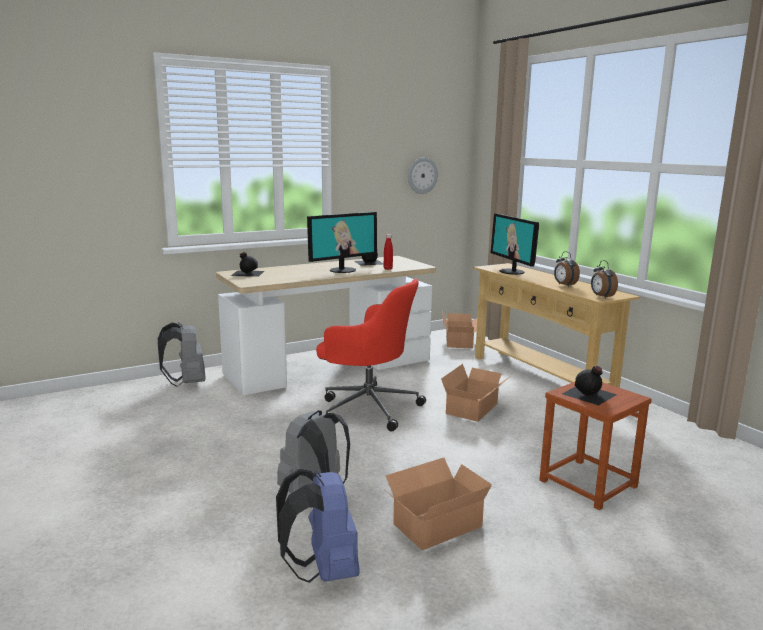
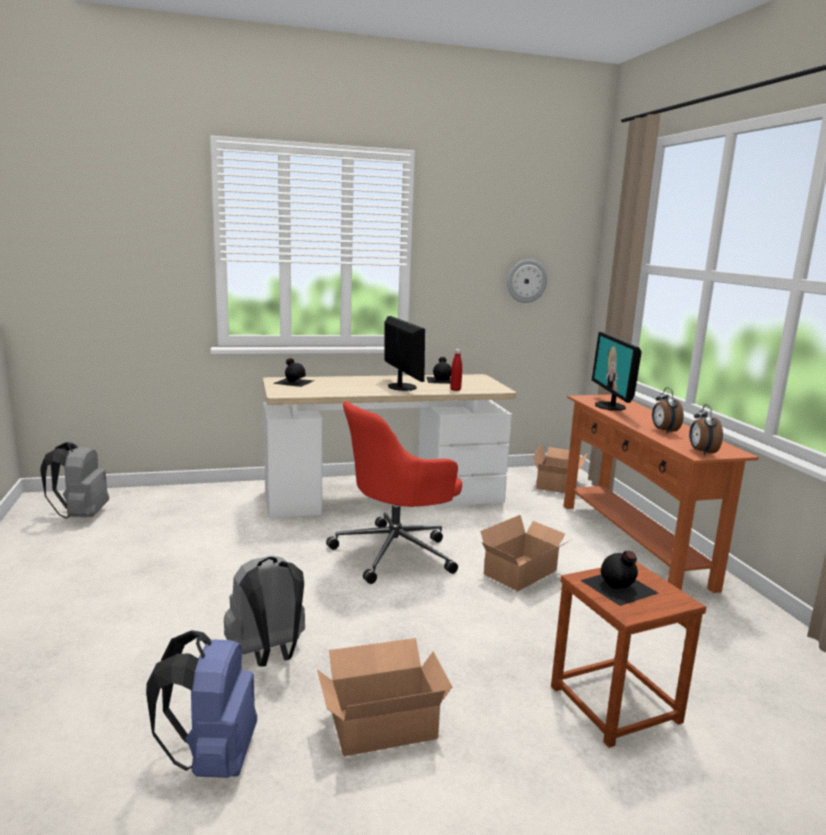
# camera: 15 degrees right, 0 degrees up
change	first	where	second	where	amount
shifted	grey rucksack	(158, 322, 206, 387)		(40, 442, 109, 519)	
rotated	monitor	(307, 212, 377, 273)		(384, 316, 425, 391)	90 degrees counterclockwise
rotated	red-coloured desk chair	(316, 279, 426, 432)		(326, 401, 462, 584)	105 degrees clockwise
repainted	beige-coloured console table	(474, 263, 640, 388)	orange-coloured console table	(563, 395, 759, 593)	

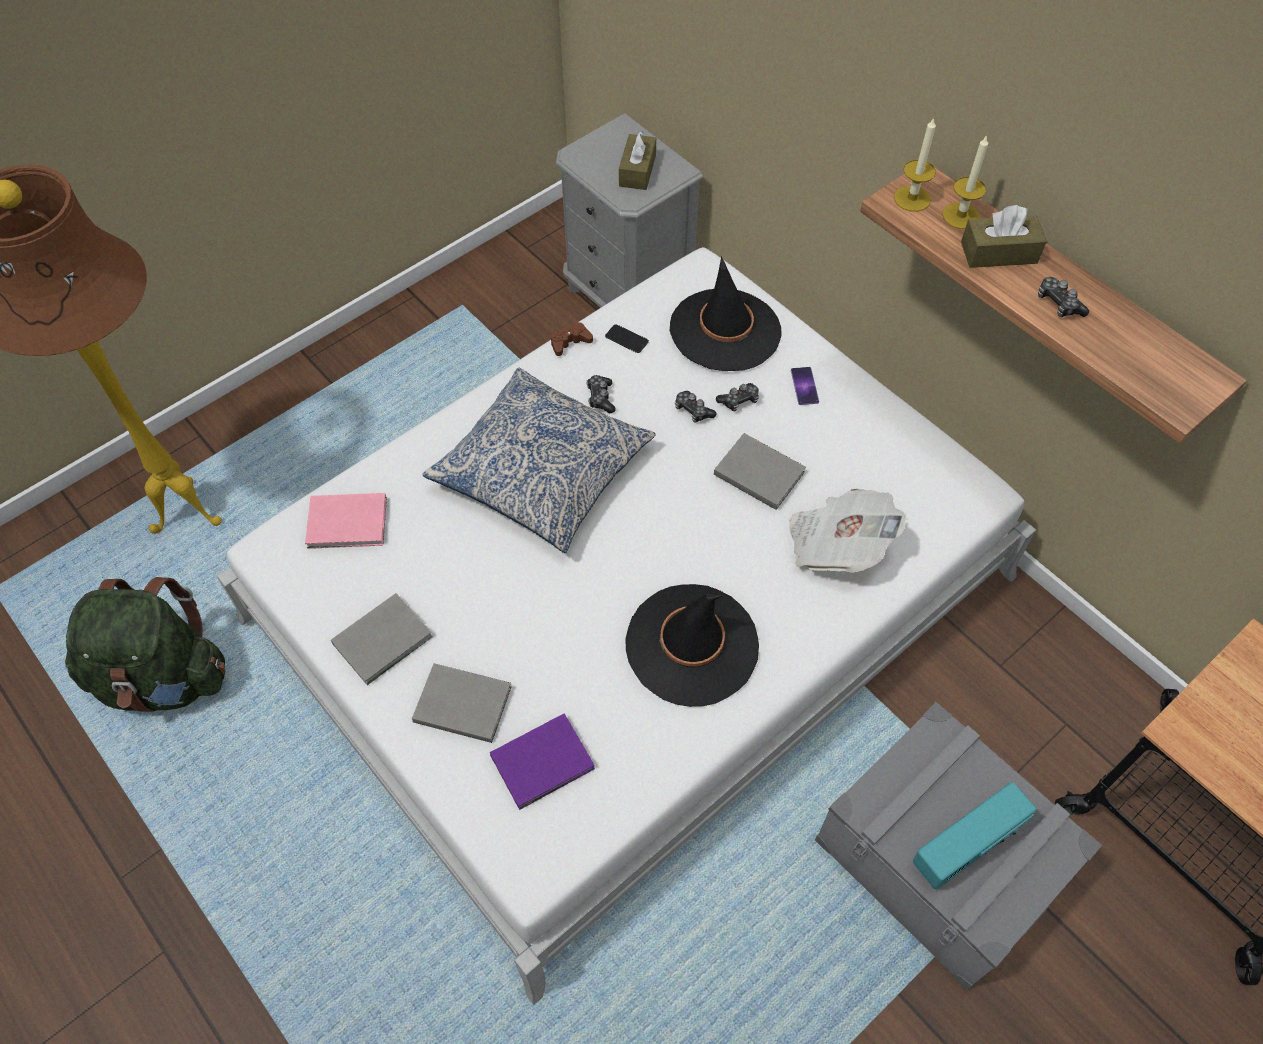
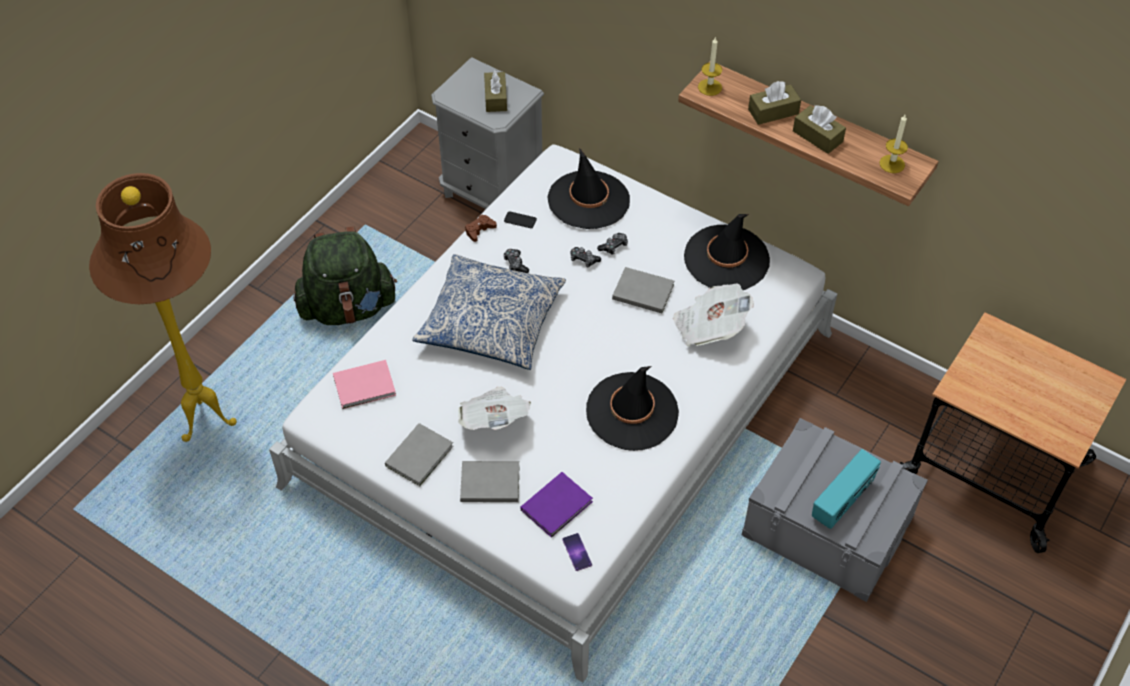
# camera: 15 degrees left, 5 degrees down
change	first	where	second	where	amount
shifted	green-coloured rucksack	(65, 577, 225, 712)		(293, 226, 397, 325)	
shifted	handset	(791, 367, 819, 405)		(562, 533, 592, 571)	
shifted	wax light	(942, 135, 988, 229)		(880, 115, 908, 173)	
swapped	gamepad	(1038, 277, 1089, 317)	brown box of tissues	(793, 105, 846, 154)	
new			printed paper	(458, 387, 531, 430)	
new			blackish wearable hat	(684, 214, 770, 290)	

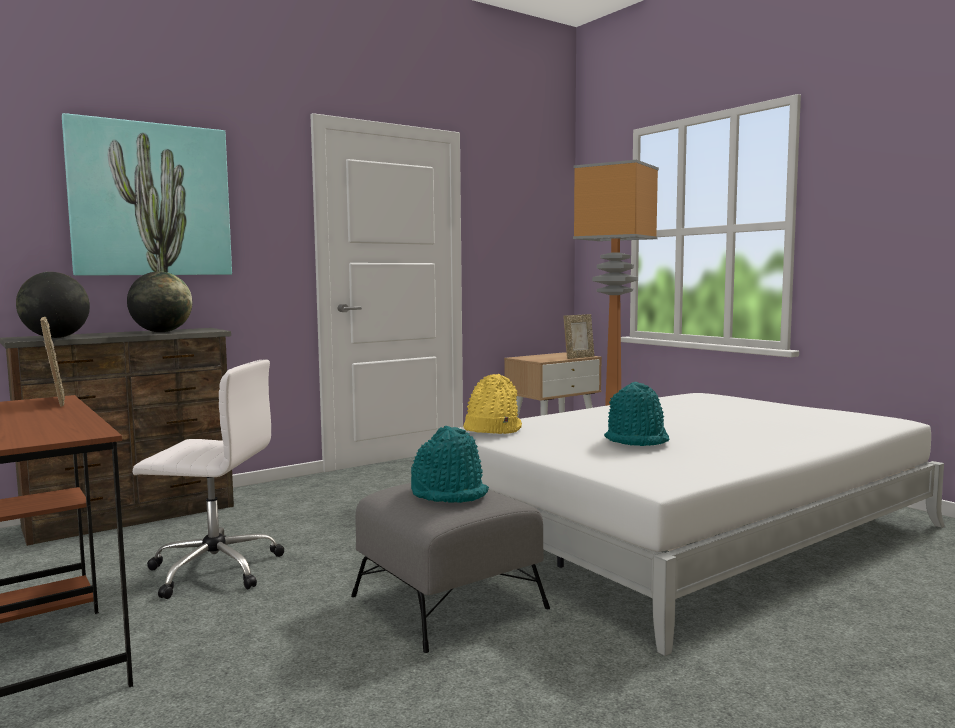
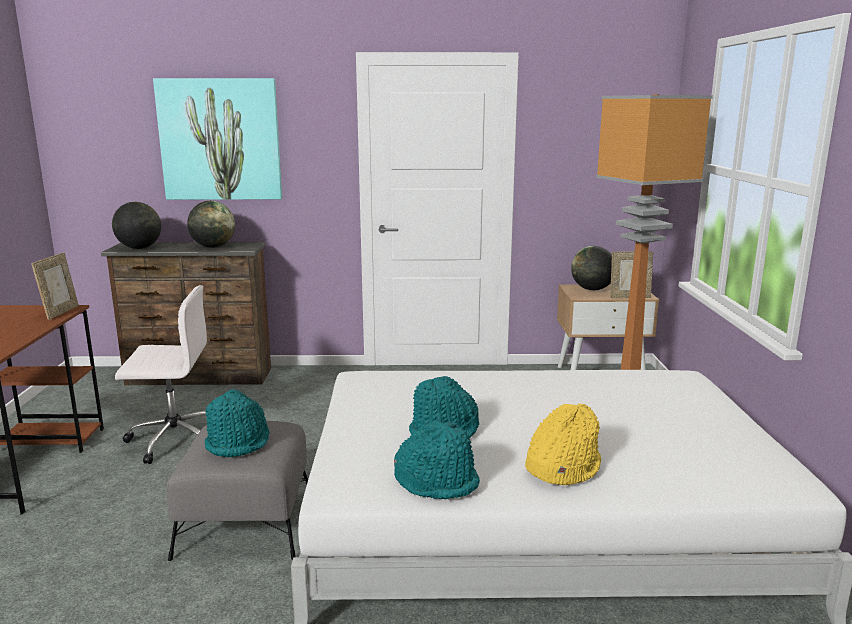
# camera: 35 degrees right, 10 degrees up
change	first	where	second	where	amount
rotated	whitish desk chair	(133, 359, 284, 599)		(115, 285, 207, 464)	45 degrees counterclockwise
shifted	yellowish wearable hat	(463, 374, 522, 434)		(525, 404, 601, 485)	
new			turquoise-coloured wearable hat	(394, 421, 480, 499)	
new			world globe	(571, 246, 612, 290)	

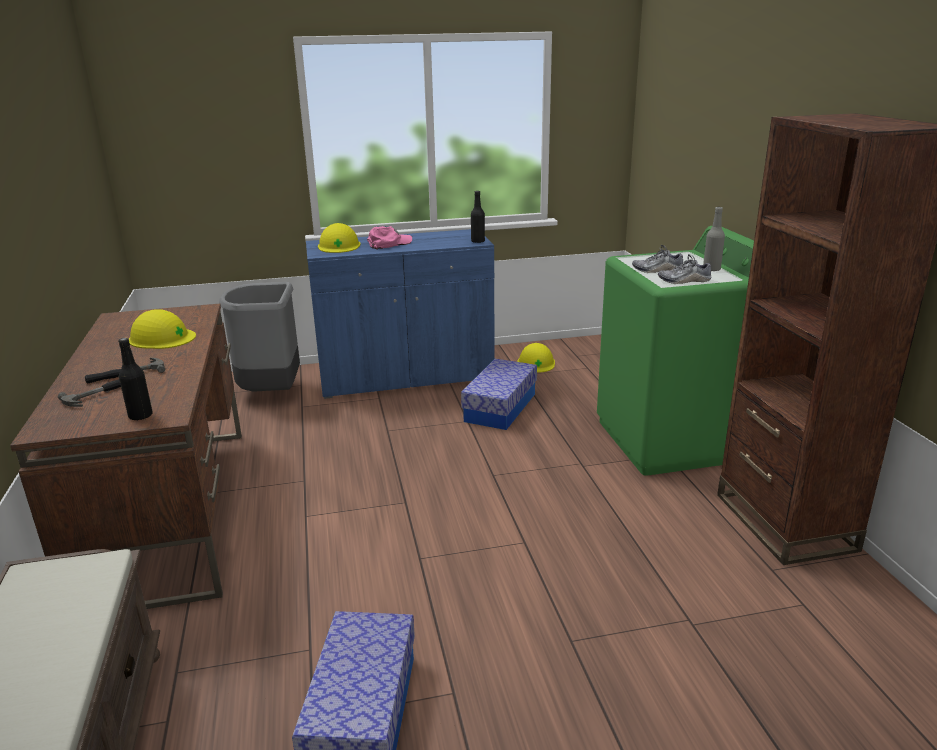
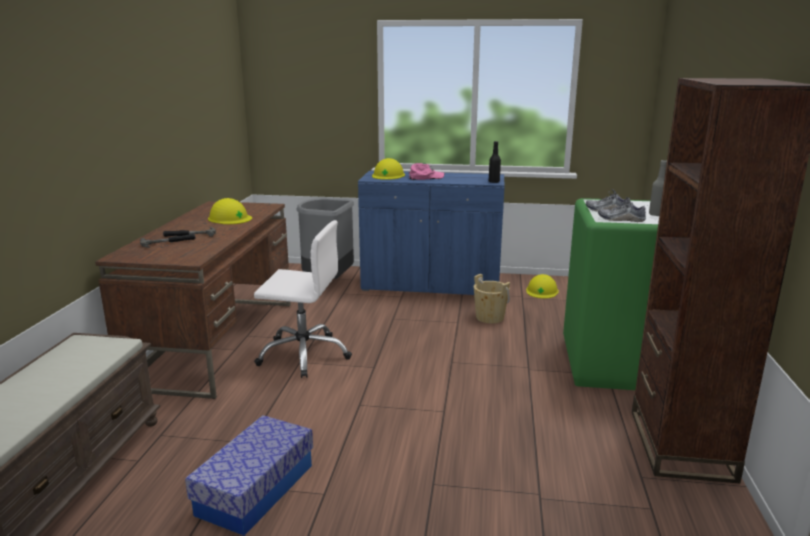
# camera: 20 degrees right, 5 degrees down
change	first	where	second	where	amount
gone	blackish beverage bottle	(118, 338, 153, 420)			
swapped	storage bin	(461, 359, 537, 430)	beige-coloured water bucket	(474, 274, 510, 323)	
new			whitish desk chair	(254, 220, 352, 378)	

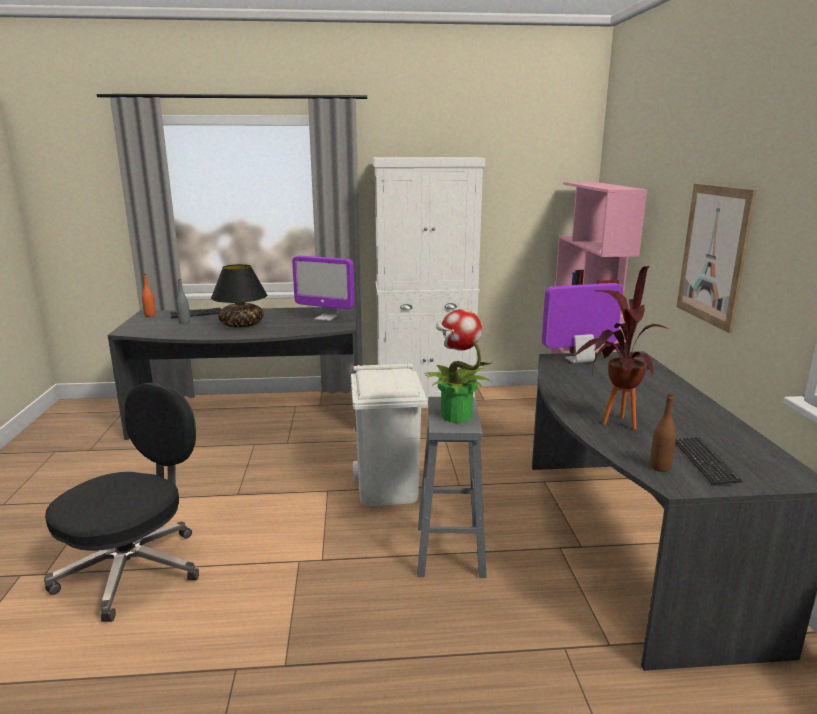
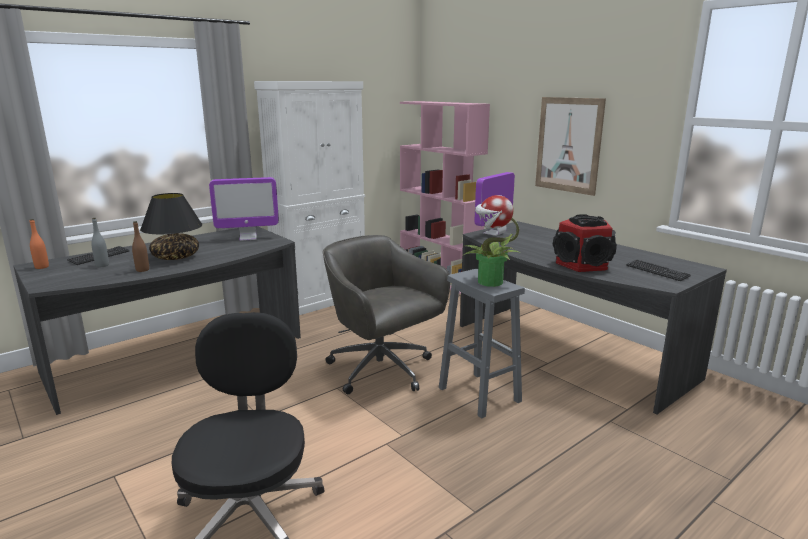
# camera: 35 degrees left, 0 degrees up
change	first	where	second	where	amount
swapped	whitish trash can	(350, 363, 427, 506)	grey desk chair	(323, 235, 450, 394)	
swapped	potted plant	(573, 266, 668, 430)	audio speaker	(553, 214, 617, 272)	
shifted	brown beverage bottle	(650, 393, 676, 472)		(132, 221, 149, 272)	

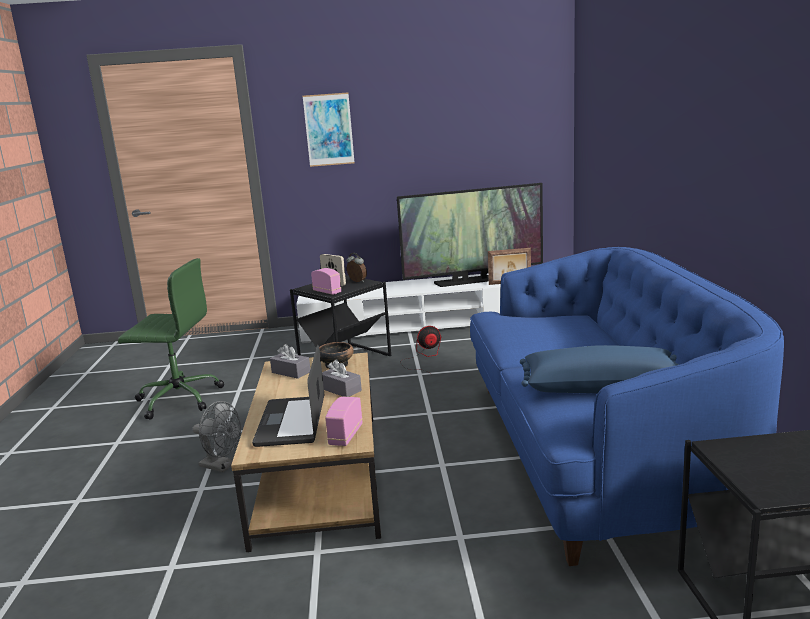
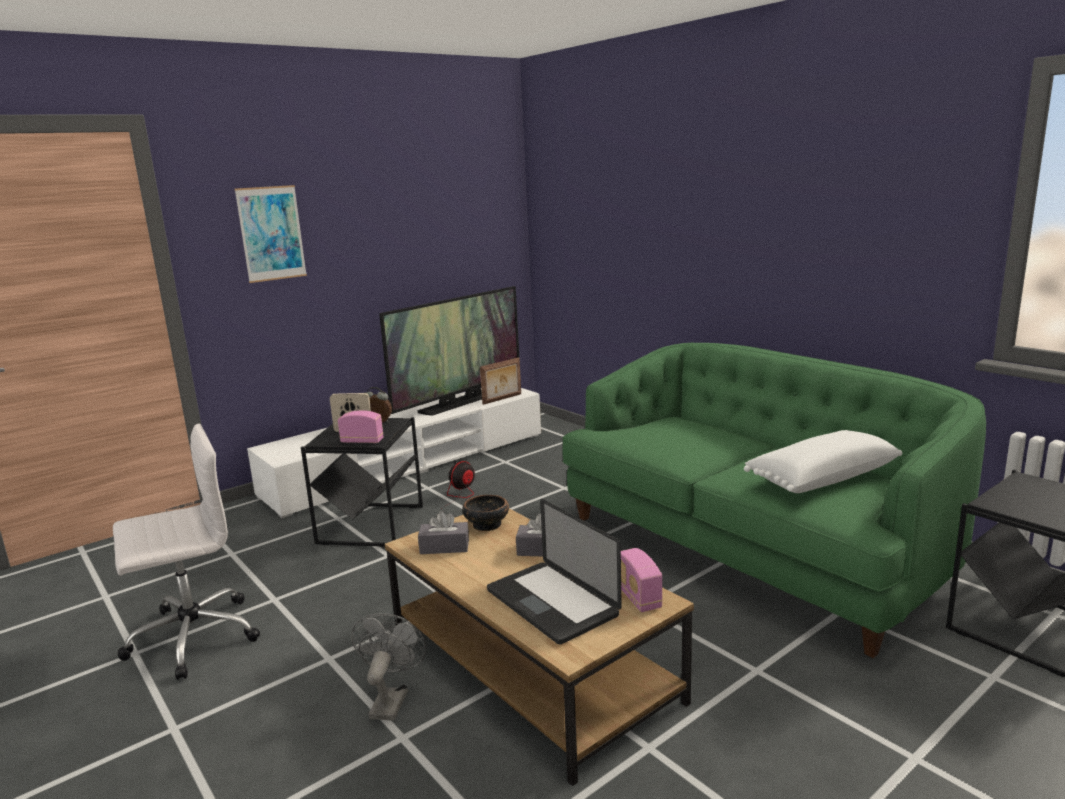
# camera: 35 degrees left, 0 degrees up
change	first	where	second	where	amount
repainted	green-coloured desk chair	(118, 258, 224, 420)	whitish desk chair	(113, 423, 260, 680)	
rotated	grey cooling fan	(193, 401, 241, 472)		(351, 613, 426, 721)	75 degrees counterclockwise
repainted	blue settee	(470, 247, 784, 566)	green-coloured settee	(562, 343, 986, 658)	
repainted	blue throw pillow	(520, 345, 679, 393)	whitish throw pillow	(744, 430, 902, 493)	

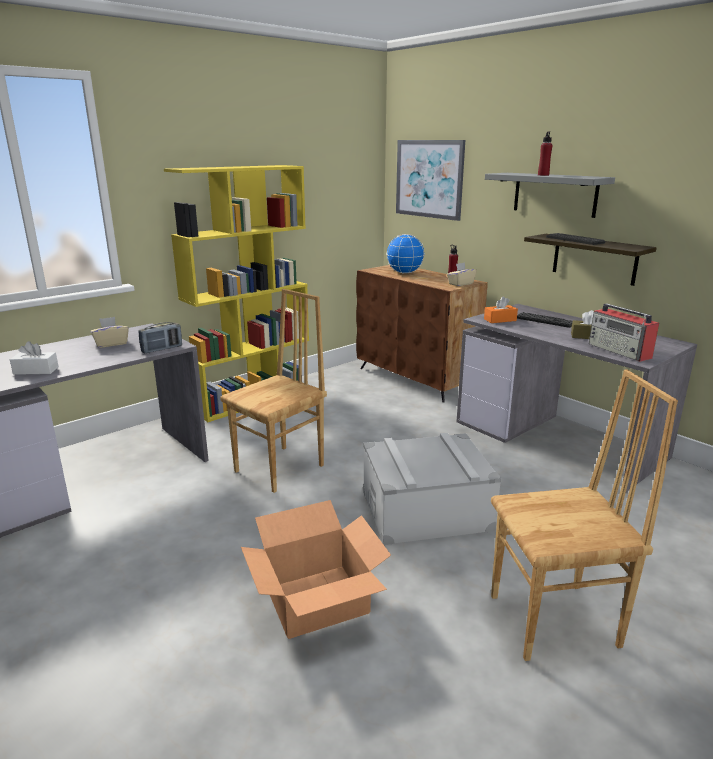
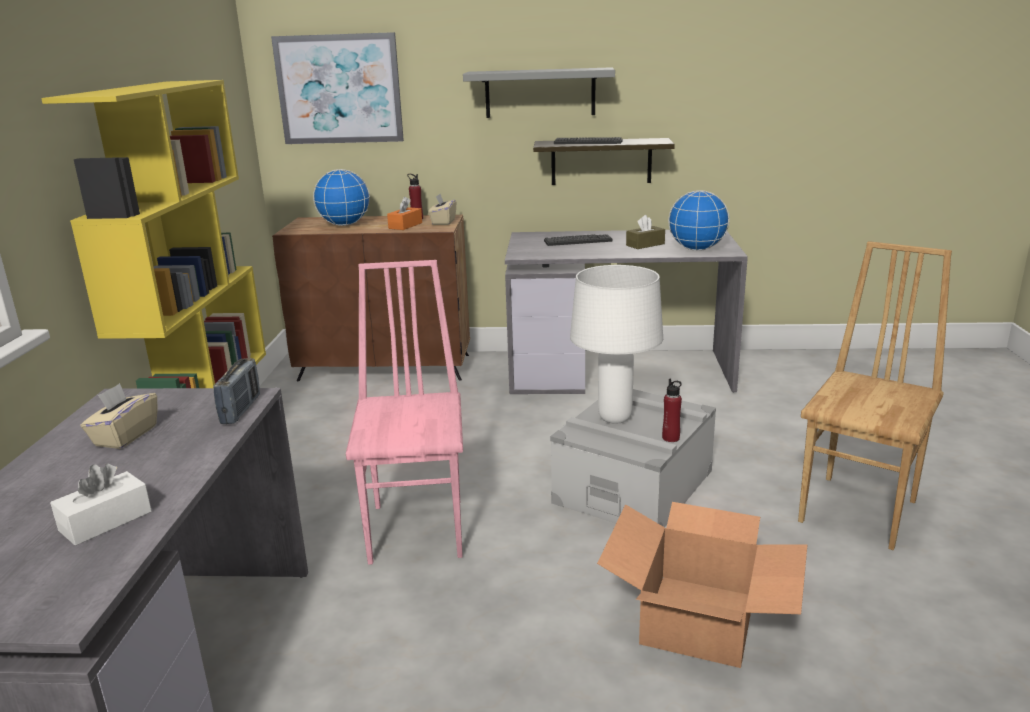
# camera: 45 degrees left, 0 degrees up
change	first	where	second	where	amount
repainted	brown plain chair	(220, 289, 327, 493)	pinkish plain chair	(346, 260, 463, 565)	
shifted	orange-coloured box of tissues	(484, 296, 518, 323)		(387, 197, 422, 230)	
shifted	red-coloured beverage bottle	(538, 131, 552, 176)		(662, 379, 682, 442)	
swapped	radio receiver	(589, 303, 659, 362)	world globe	(668, 190, 729, 251)	
new			whitish tabletop lamp	(570, 265, 663, 424)	

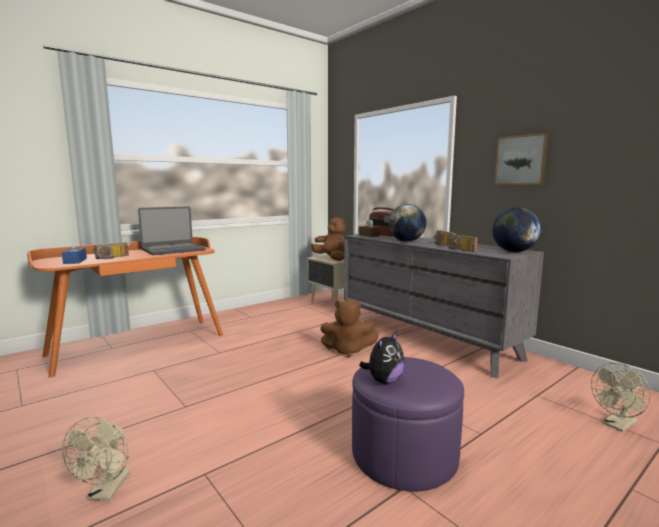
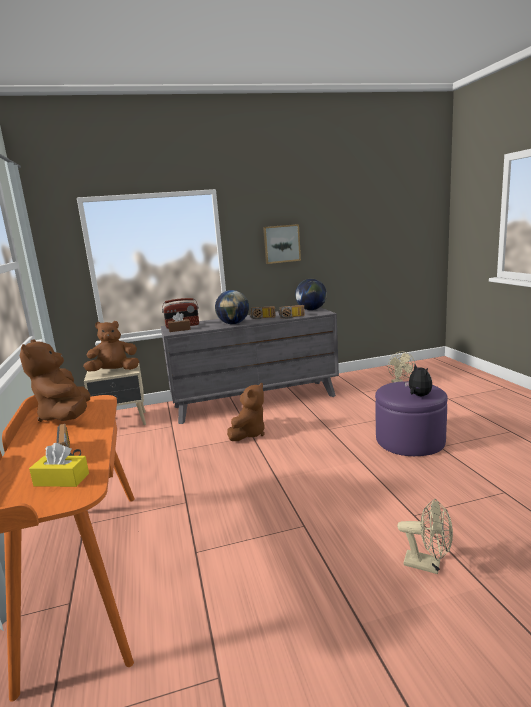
# camera: 65 degrees left, 5 degrees up
change	first	where	second	where	amount
repainted	blue box of tissues	(62, 239, 87, 264)	yellowish box of tissues	(29, 443, 89, 487)	
swapped	notebook computer	(138, 206, 205, 255)	brown plush toy	(20, 340, 90, 422)	

